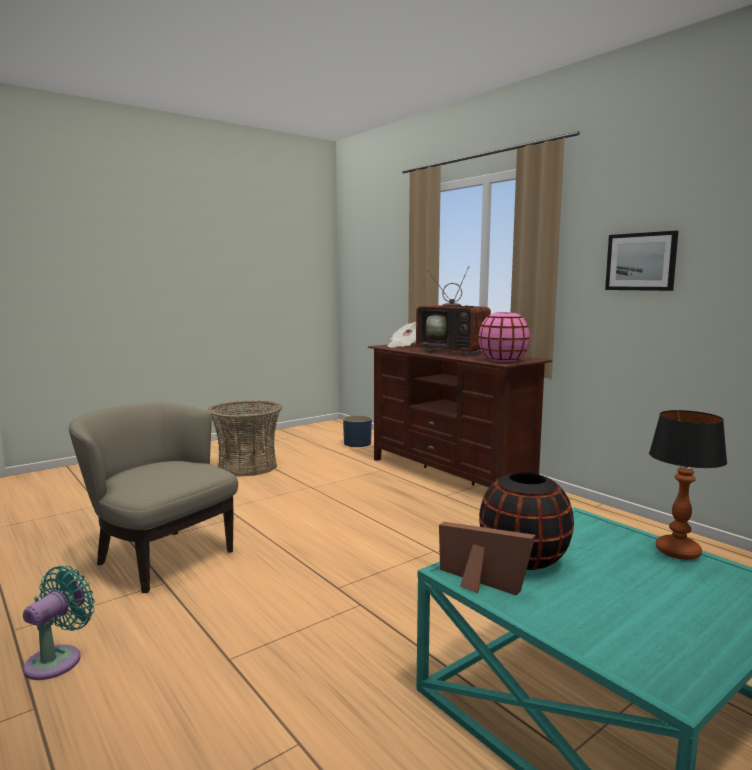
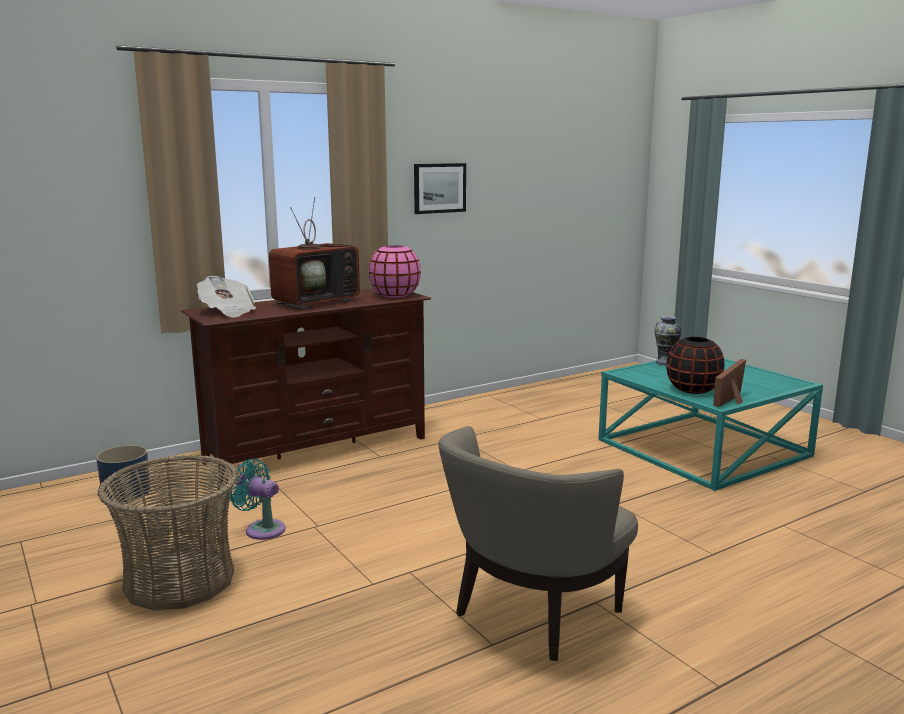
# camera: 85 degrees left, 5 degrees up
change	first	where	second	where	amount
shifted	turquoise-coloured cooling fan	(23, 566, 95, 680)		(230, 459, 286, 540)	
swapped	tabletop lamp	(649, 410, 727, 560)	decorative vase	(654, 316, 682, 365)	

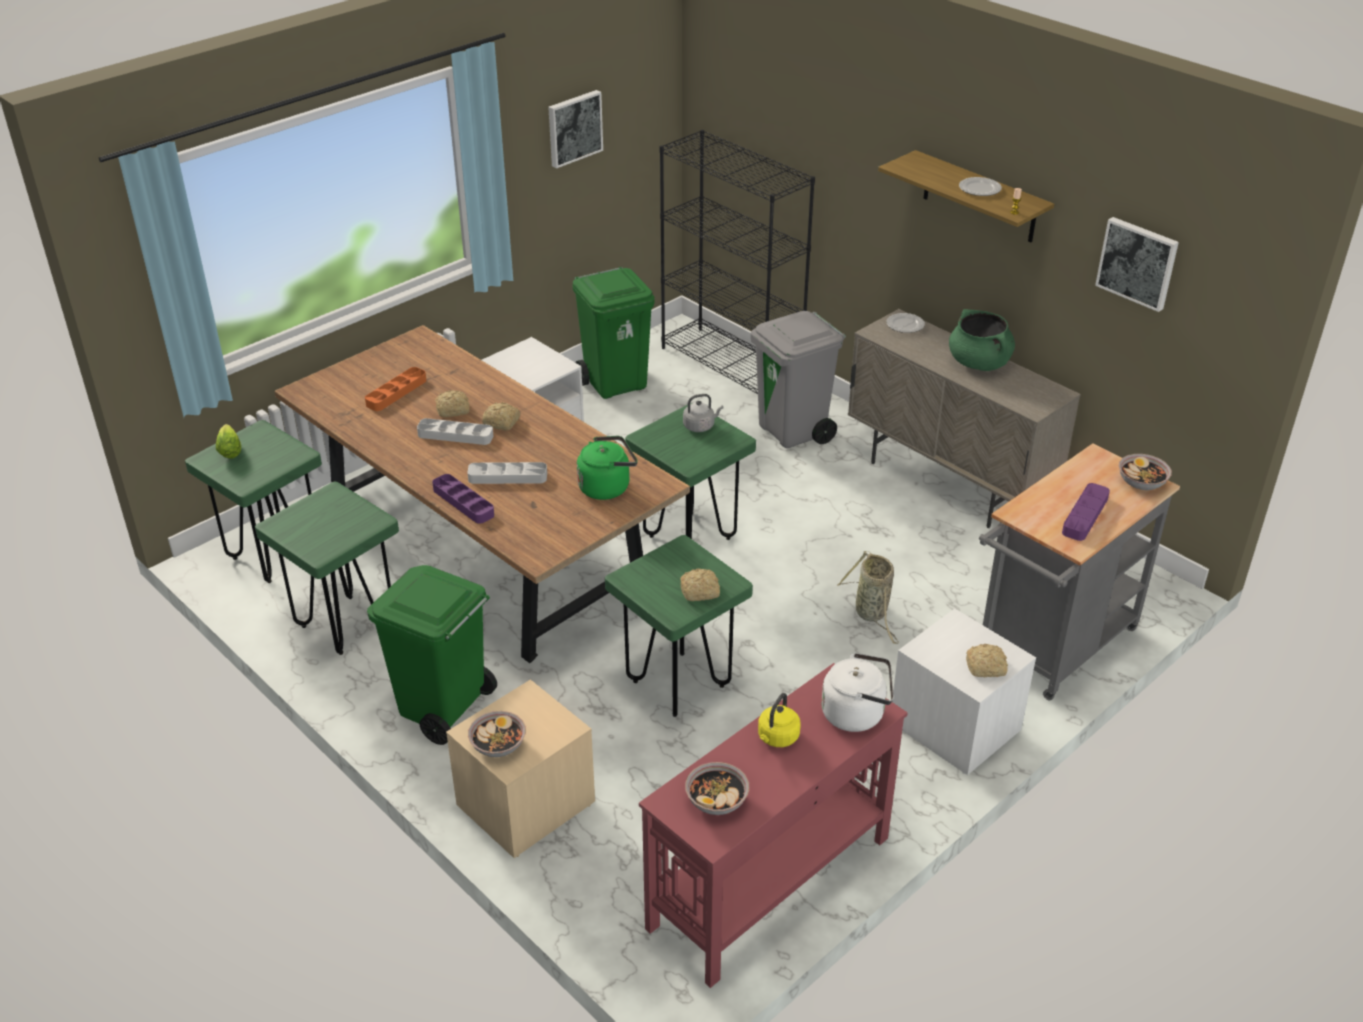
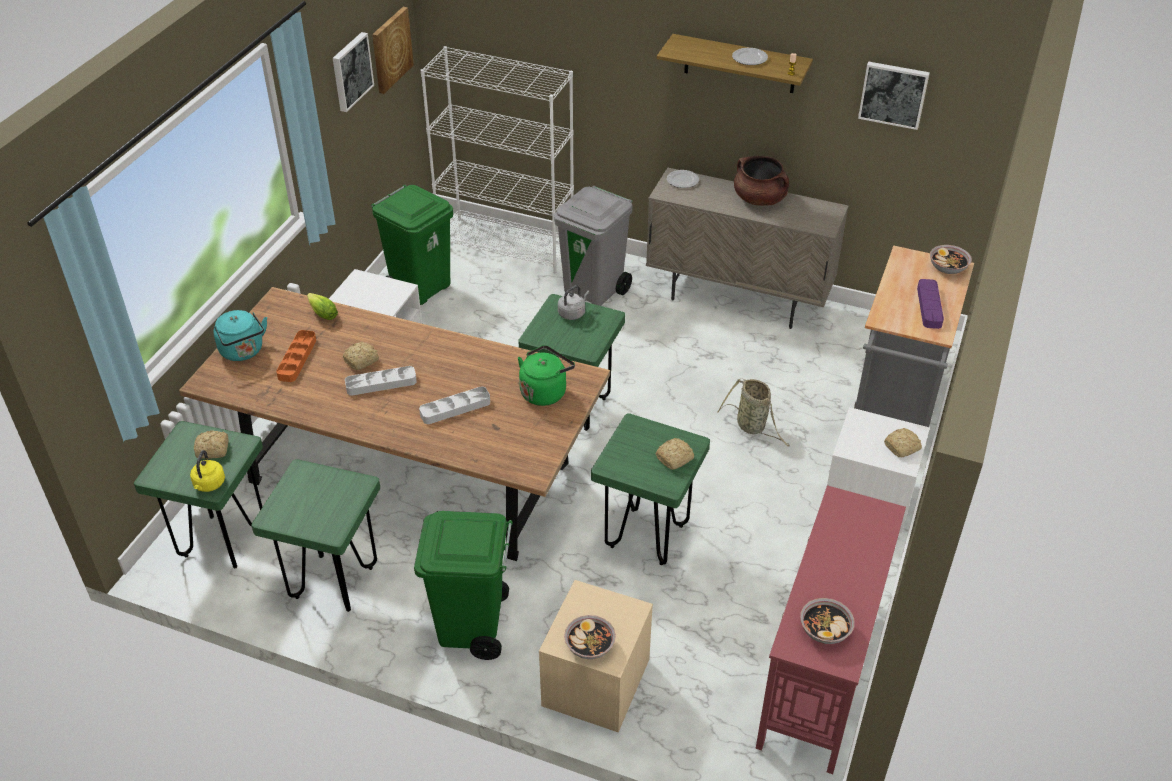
# camera: 25 degrees left, 5 degrees up
change	first	where	second	where	amount
shifted	lettuce head	(216, 424, 241, 459)		(307, 293, 338, 320)	
gone	purple-coloured serving tray	(432, 474, 494, 524)			
shifted	baked bread	(482, 402, 520, 431)		(194, 430, 228, 459)	
repainted	blackish bookcase	(659, 130, 815, 394)	whitish bookcase	(421, 46, 574, 273)	
shifted	yellowish water kettle	(758, 693, 800, 747)		(190, 450, 225, 492)	
gone	whitish water kettle	(821, 653, 894, 732)			
repainted	green-coloured saucepot	(949, 309, 1015, 371)	brown saucepot	(734, 156, 789, 206)	
new			turquoise-coloured water kettle	(213, 310, 267, 361)	
new			wall art	(372, 7, 414, 94)	

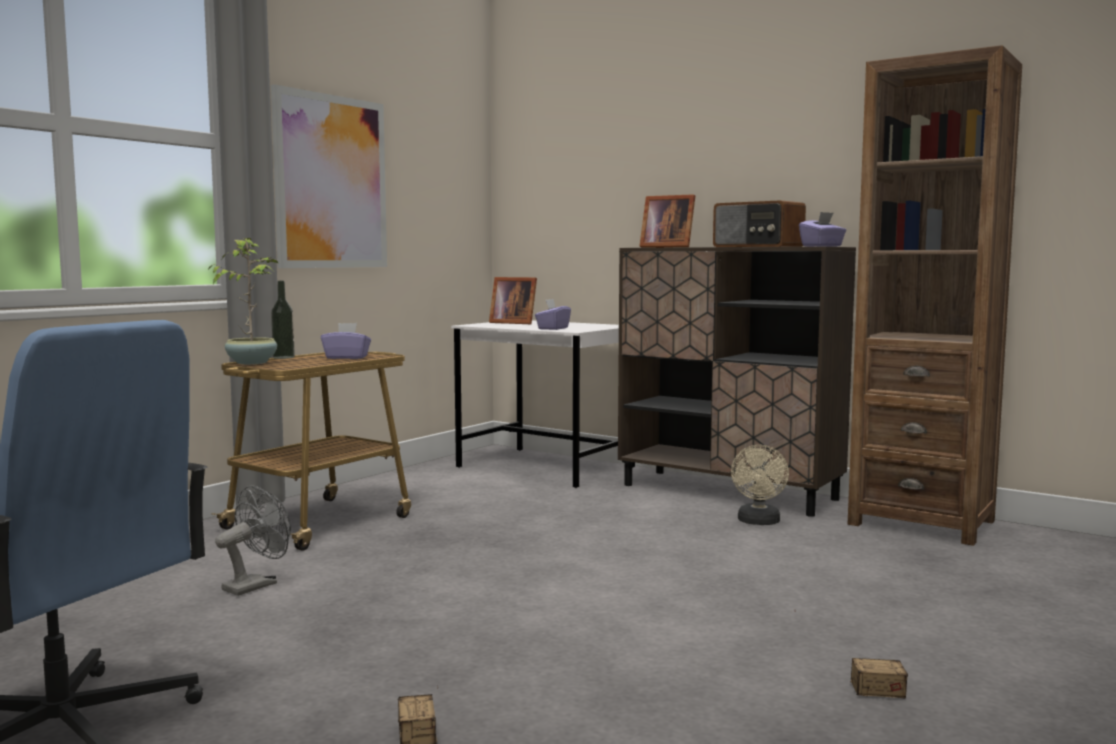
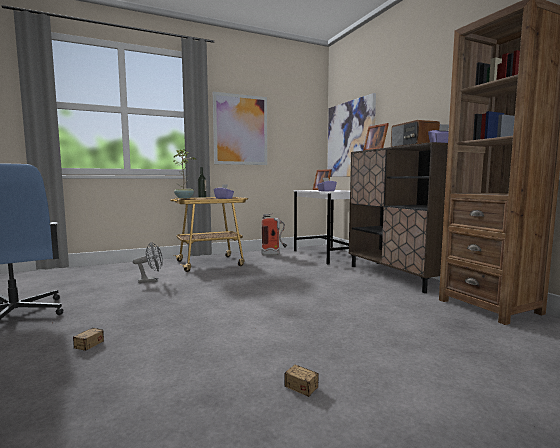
# camera: 30 degrees right, 0 degrees up
change	first	where	second	where	amount
gone	beige-coloured cooling fan	(731, 445, 789, 525)			
new			extinguisher	(261, 213, 287, 255)	
new			wall art	(328, 93, 376, 177)	

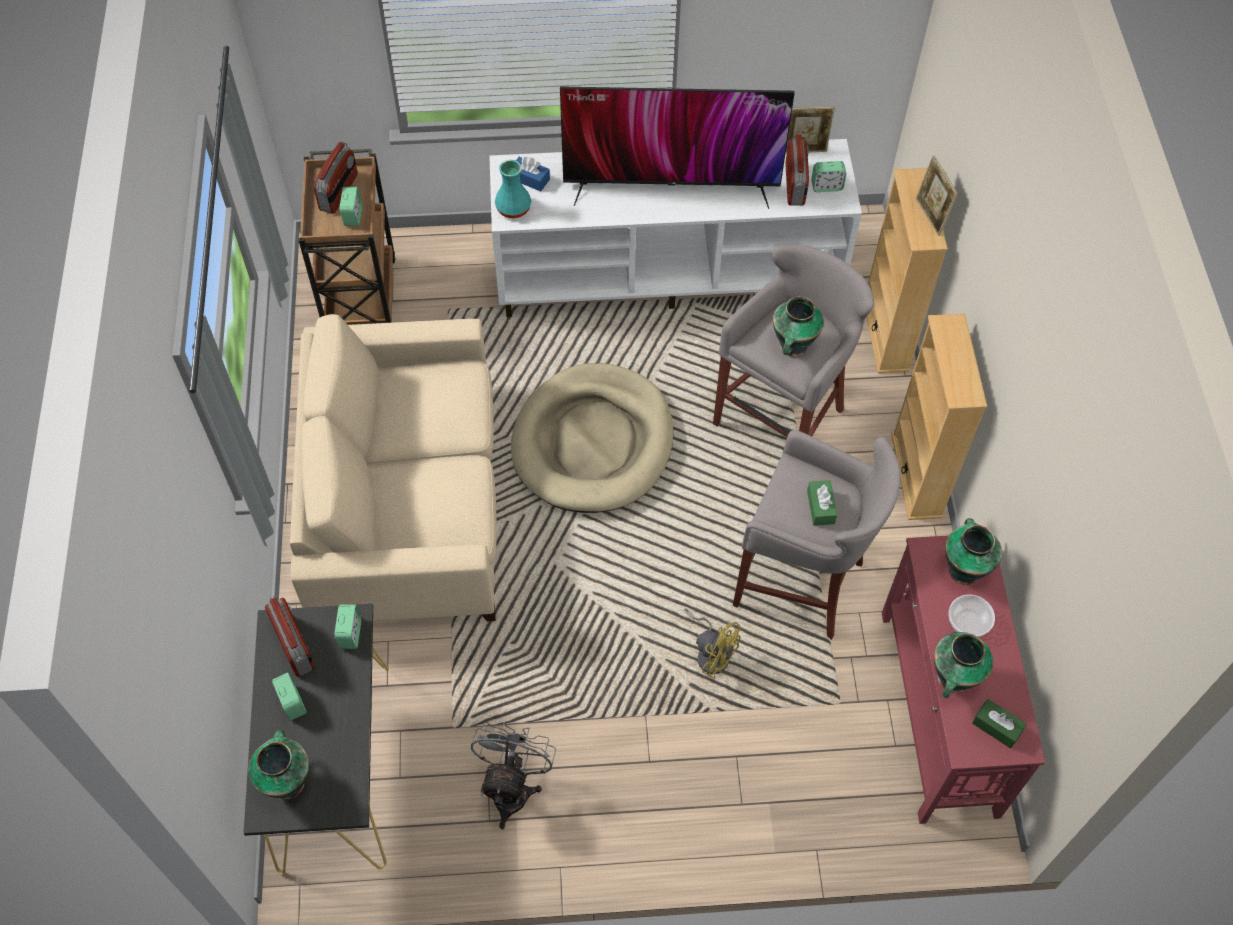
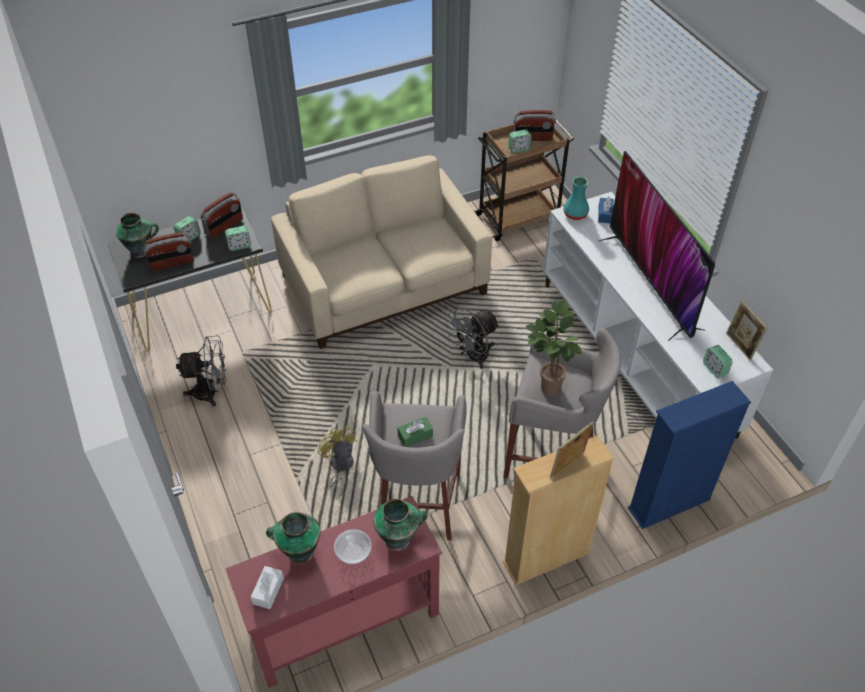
# camera: 70 degrees right, 10 degrees down
change	first	where	second	where	amount
swapped	beige-coloured pet bed	(511, 363, 673, 513)	grey cooling fan	(445, 307, 500, 369)	
rotated	yellowish cooling fan	(684, 608, 741, 679)		(318, 425, 357, 498)	135 degrees clockwise
swapped	decorative vase	(773, 296, 824, 357)	potted plant	(526, 300, 582, 396)	
shifted	radio receiver	(785, 134, 809, 206)		(143, 232, 194, 271)	
repainted	beige-coloured bookcase	(867, 168, 948, 373)	blue bookcase	(628, 381, 751, 529)	
shifted	standing frame	(916, 155, 958, 236)		(550, 422, 594, 478)	
repainted	green-coloured box of tissues	(972, 699, 1027, 748)	whitish box of tissues	(251, 566, 284, 609)	

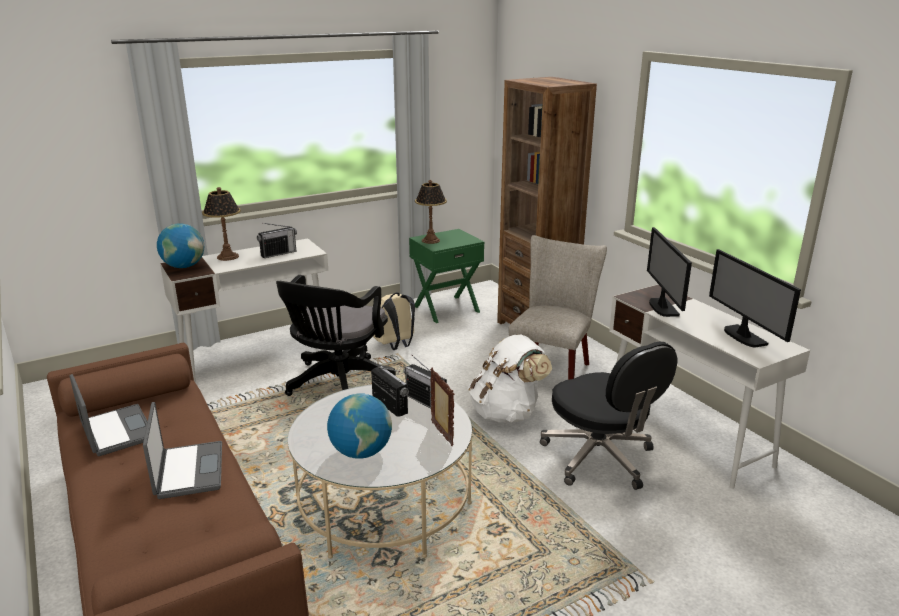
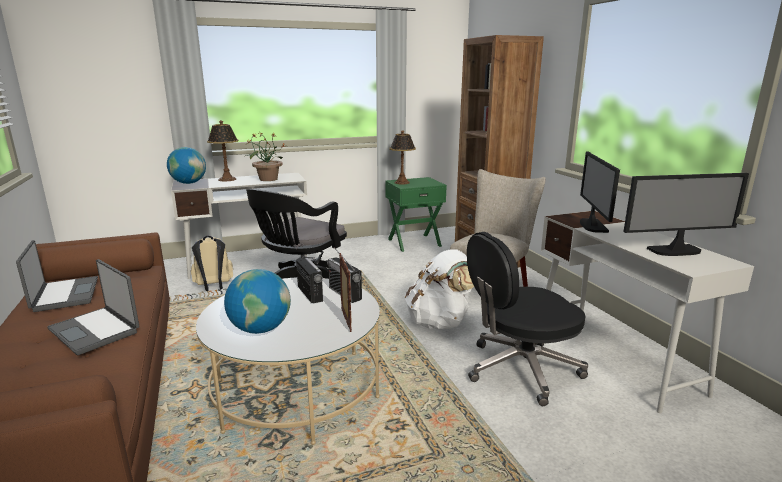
# camera: 10 degrees right, 5 degrees down
change	first	where	second	where	amount
rotated	notebook computer	(143, 402, 222, 499)		(47, 259, 139, 355)	135 degrees clockwise
swapped	radio receiver	(257, 223, 297, 258)	potted plant	(245, 132, 286, 181)	
shifted	beige-coloured rucksack	(373, 293, 415, 350)		(191, 235, 233, 291)	
rotated	blackish desk chair	(540, 341, 677, 490)		(467, 232, 588, 406)	90 degrees clockwise
rotated	monitor	(709, 249, 801, 347)		(623, 173, 749, 256)	90 degrees counterclockwise

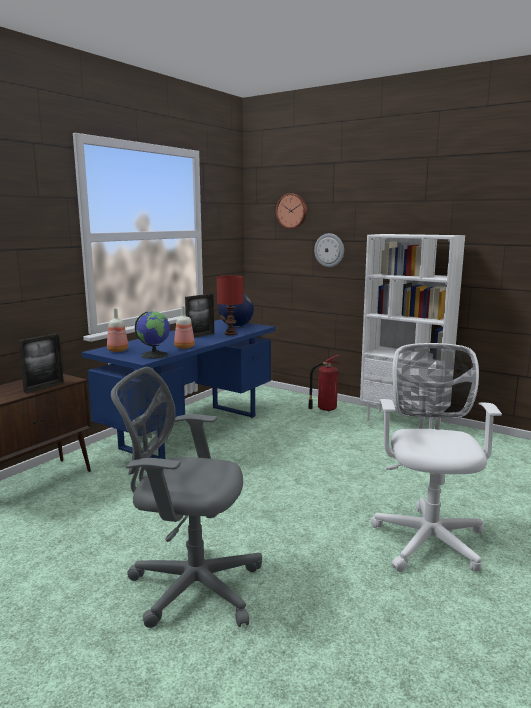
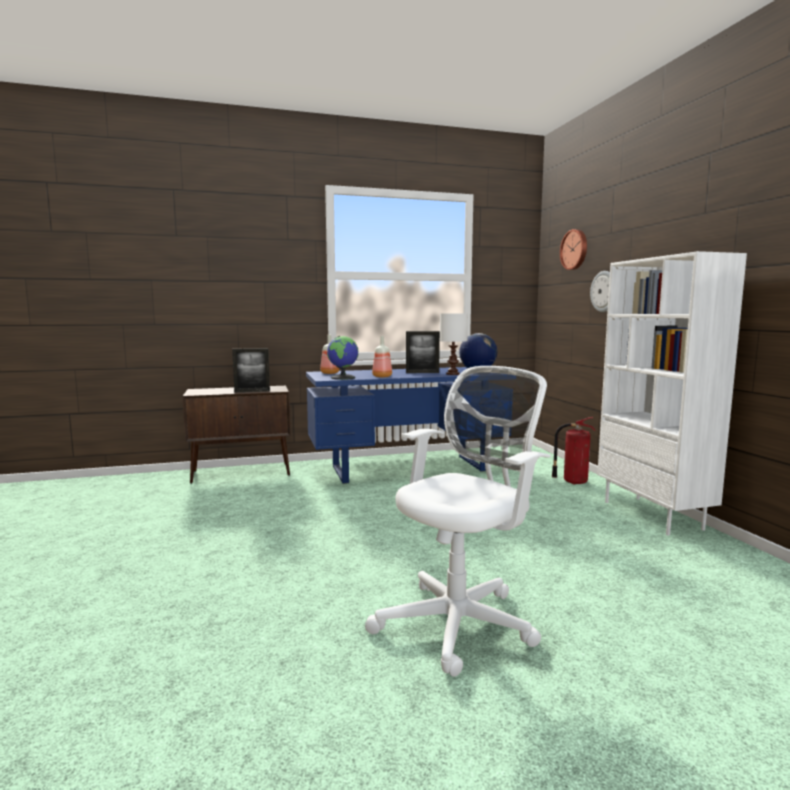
# camera: 40 degrees right, 5 degrees down
change	first	where	second	where	amount
gone	grey desk chair	(111, 367, 262, 628)			
repainted	red-coloured tabletop lamp	(217, 275, 244, 335)	whitish tabletop lamp	(440, 313, 468, 375)	

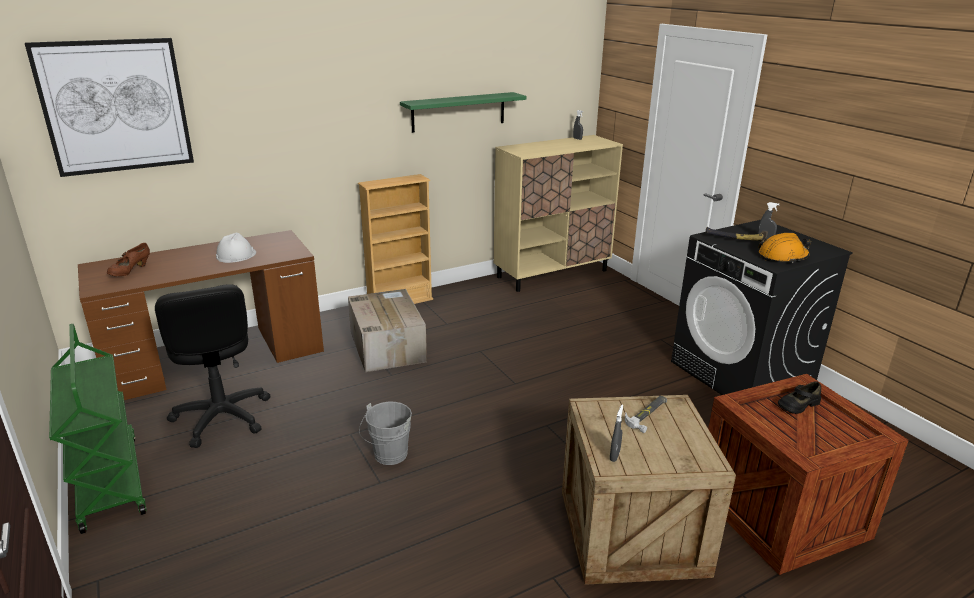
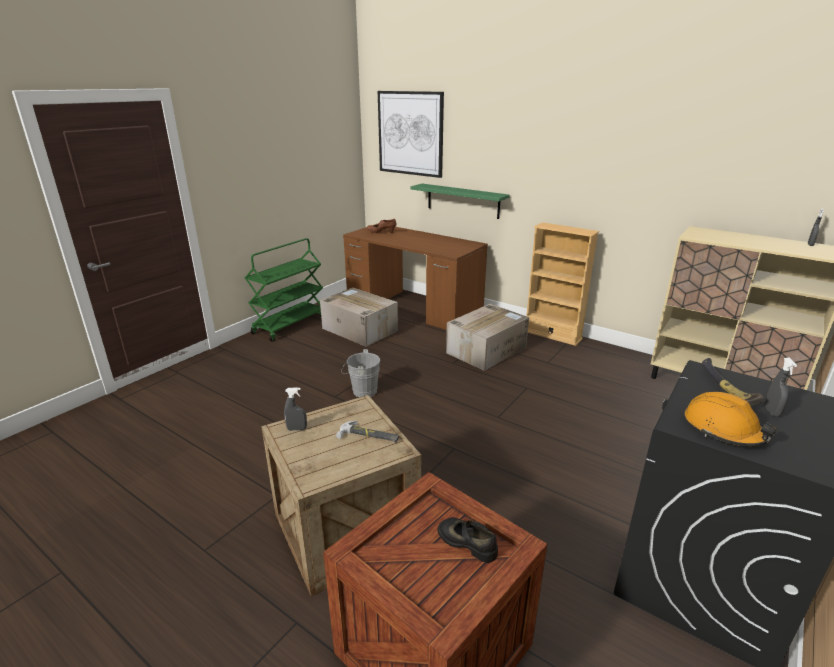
# camera: 65 degrees right, 0 degrees up
change	first	where	second	where	amount
swapped	blackish desk chair	(155, 284, 271, 448)	carton	(320, 288, 398, 347)	
gone	whitish work helmet	(216, 233, 256, 263)			
shifted	green-coloured wall shelf	(400, 92, 526, 133)		(410, 184, 510, 219)	

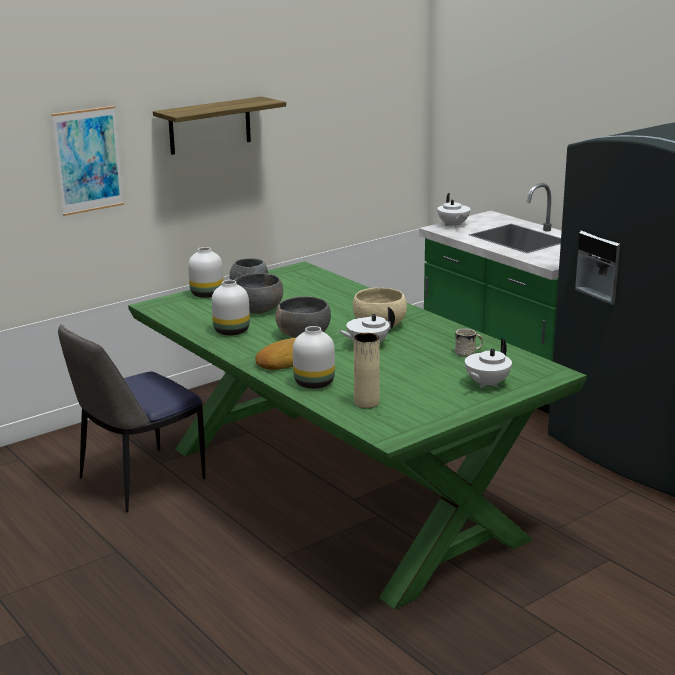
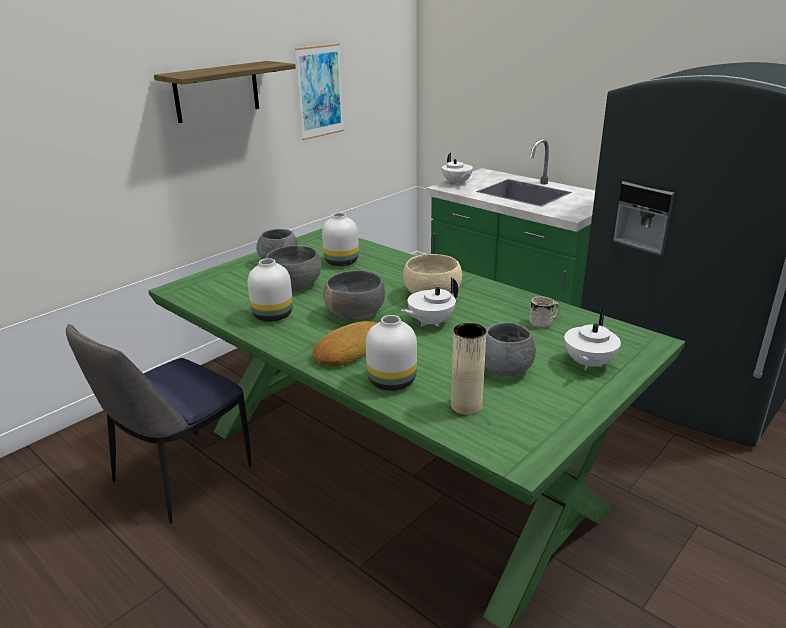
# camera: 10 degrees left, 5 degrees up
change	first	where	second	where	amount
shifted	wall art	(52, 106, 124, 216)		(295, 43, 344, 140)	
shifted	whitish decorative vase	(188, 247, 223, 298)		(322, 213, 359, 266)	
new			grey deep dish	(485, 322, 536, 376)	

